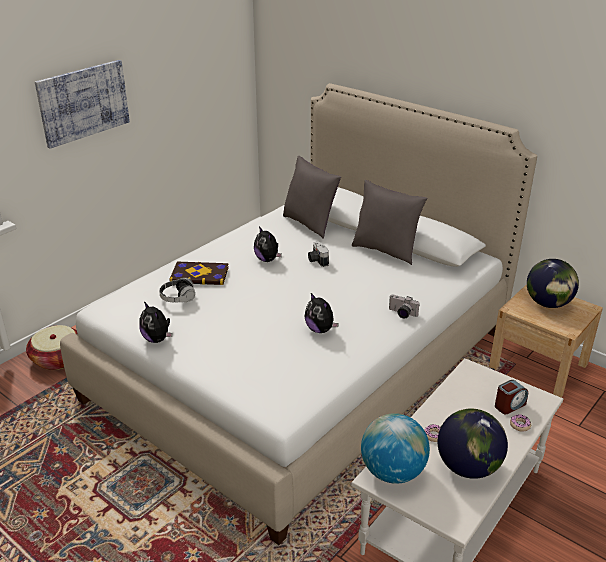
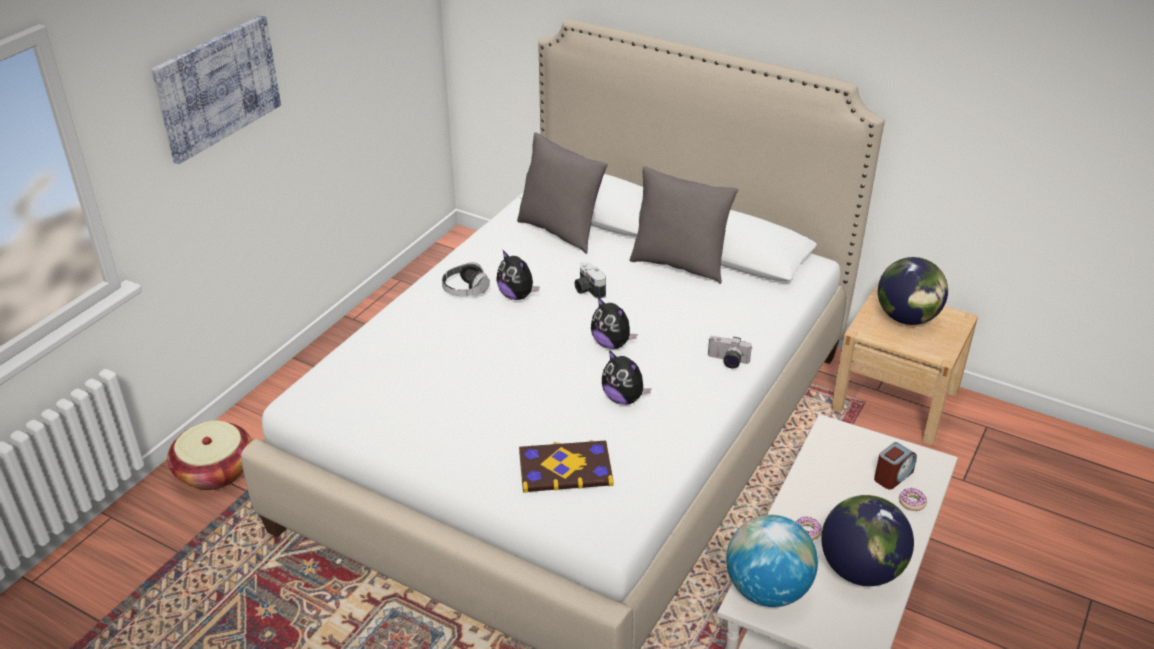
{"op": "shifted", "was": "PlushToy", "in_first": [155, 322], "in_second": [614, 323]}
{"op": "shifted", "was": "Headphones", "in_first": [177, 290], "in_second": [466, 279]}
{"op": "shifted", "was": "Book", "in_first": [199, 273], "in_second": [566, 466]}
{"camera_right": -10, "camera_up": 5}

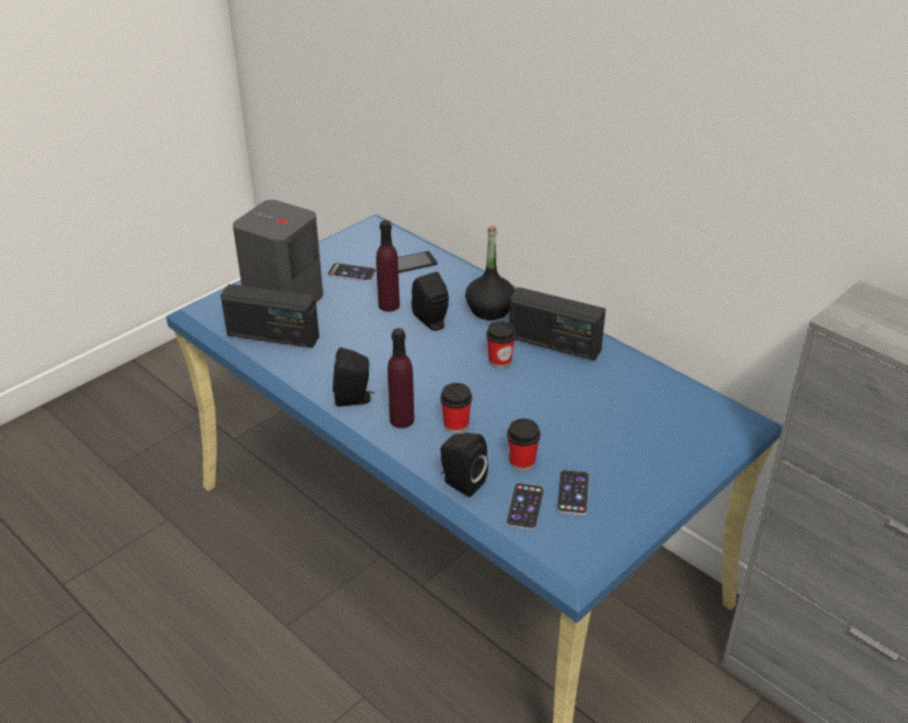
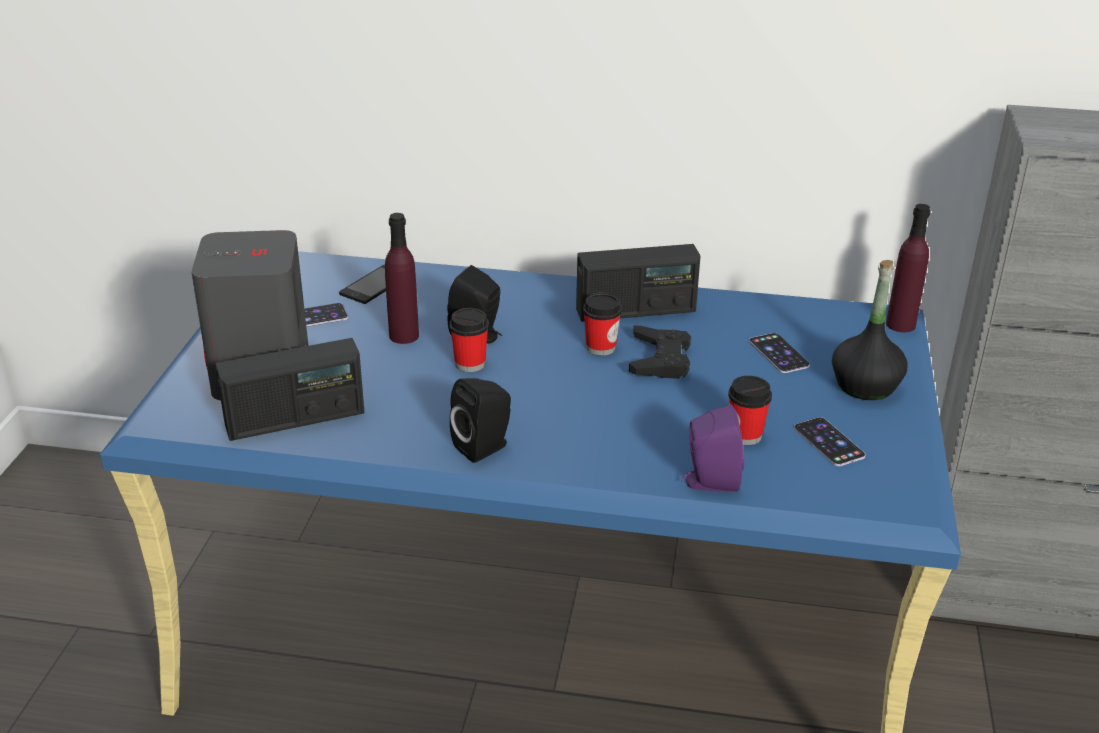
{"op": "shifted", "was": "PurpleBottle", "in_first": [401, 378], "in_second": [908, 268]}
{"op": "shifted", "was": "Cup", "in_first": [456, 408], "in_second": [469, 340]}
{"op": "repainted", "was": "BlackSpeaker", "now": "PurpleSpeaker", "in_first": [464, 465], "in_second": [712, 448]}
{"op": "shifted", "was": "BlackBottle", "in_first": [490, 273], "in_second": [870, 330]}
{"op": "shifted", "was": "Phone", "in_first": [525, 506], "in_second": [779, 353]}
{"op": "new", "now": "BlackGameController", "in_second": [660, 352]}
{"camera_right": -35, "camera_up": -5}

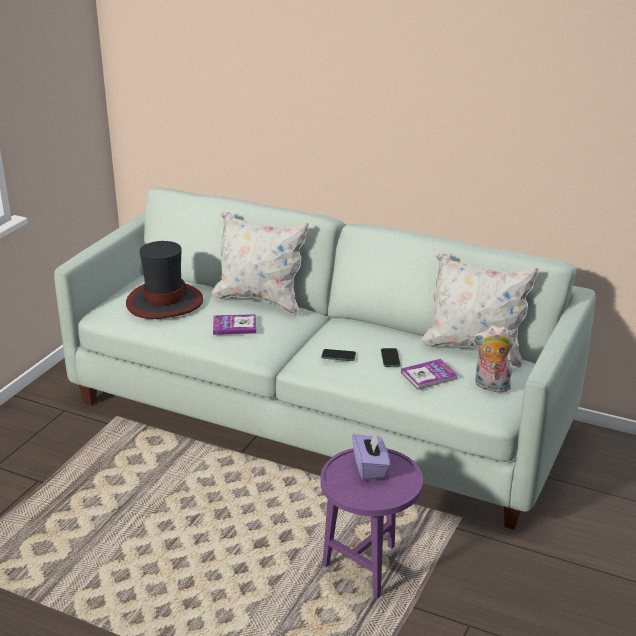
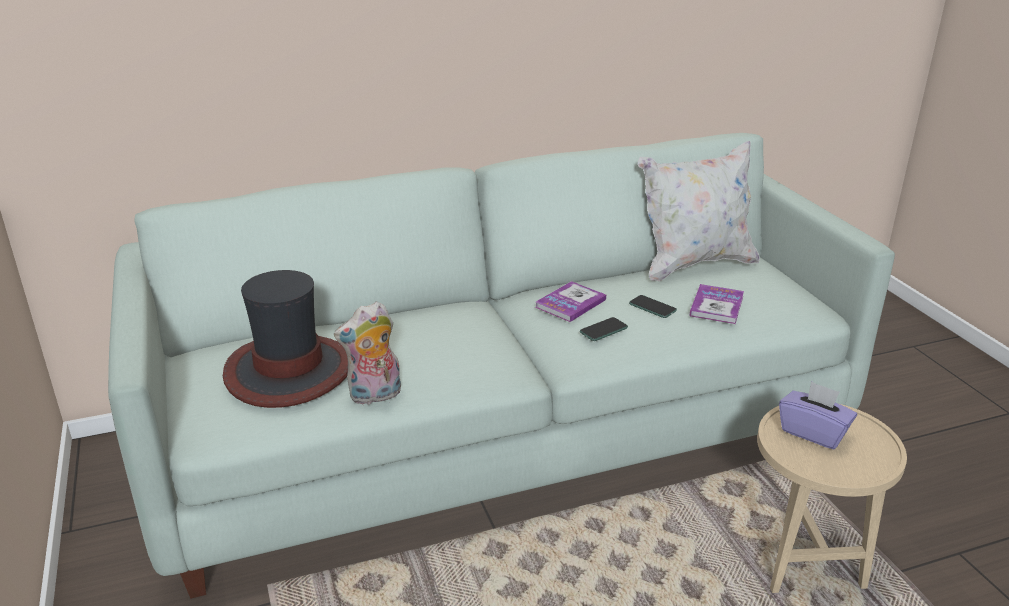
{"op": "gone", "was": "WhitePillow", "in_first": [260, 262]}
{"op": "shifted", "was": "Book", "in_first": [234, 324], "in_second": [570, 301]}
{"op": "repainted", "was": "PurpleSideTable", "now": "BeigeSideTable", "in_first": [372, 523], "in_second": [832, 498]}
{"op": "shifted", "was": "PlushToy", "in_first": [493, 358], "in_second": [367, 353]}
{"camera_right": -45, "camera_up": 0}

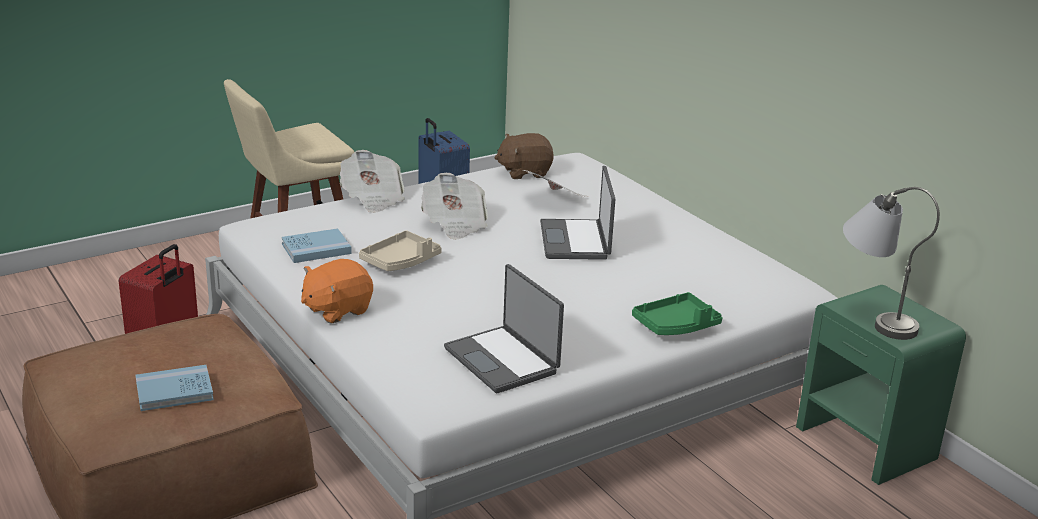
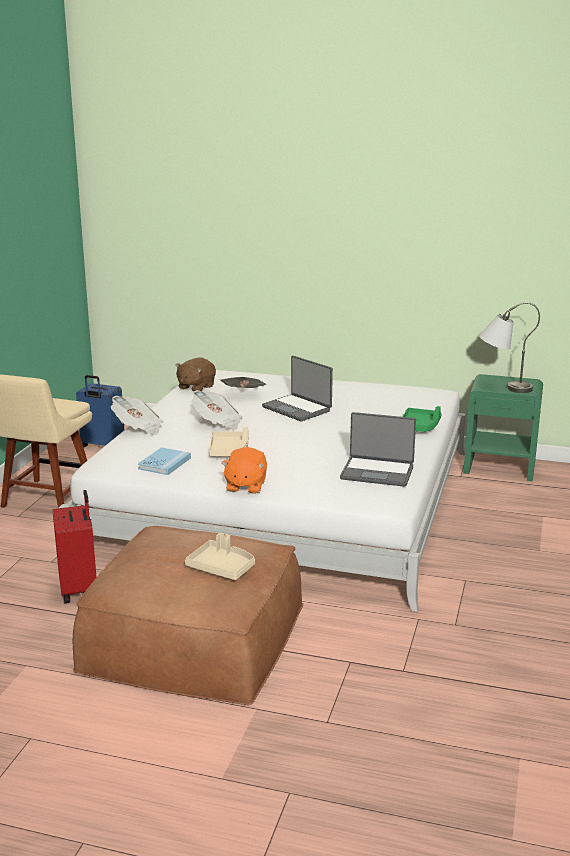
{"op": "swapped", "was": "BlueBook", "now": "BeigeTray", "in_first": [174, 388], "in_second": [220, 556]}
{"camera_right": -40, "camera_up": -5}

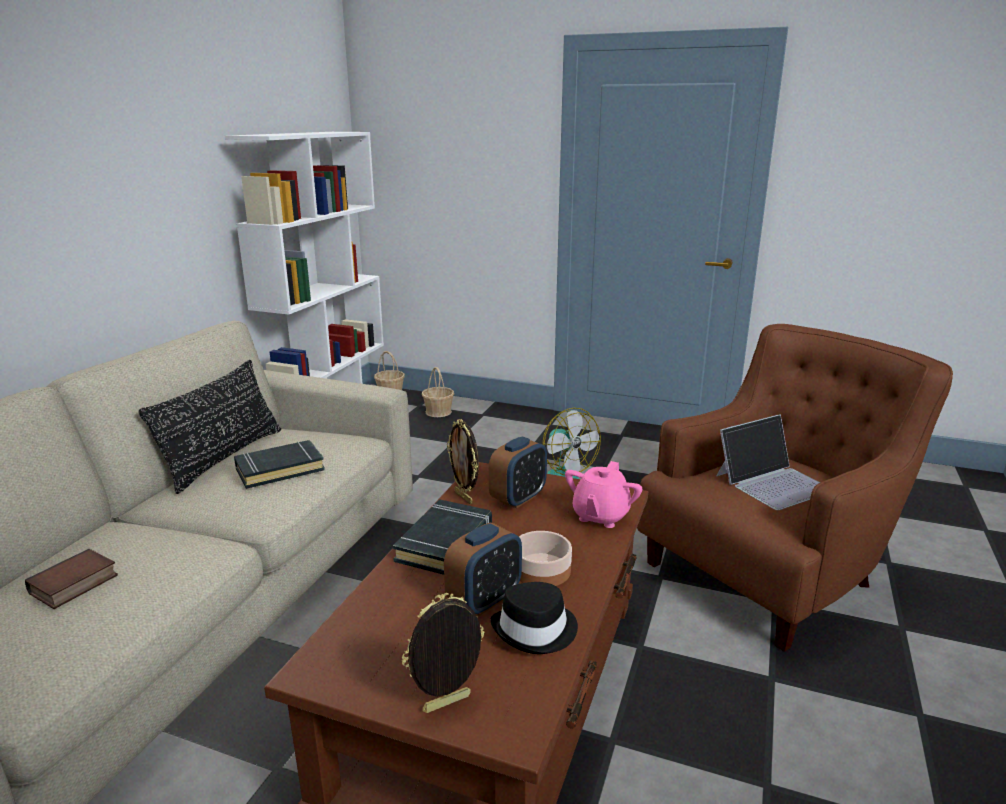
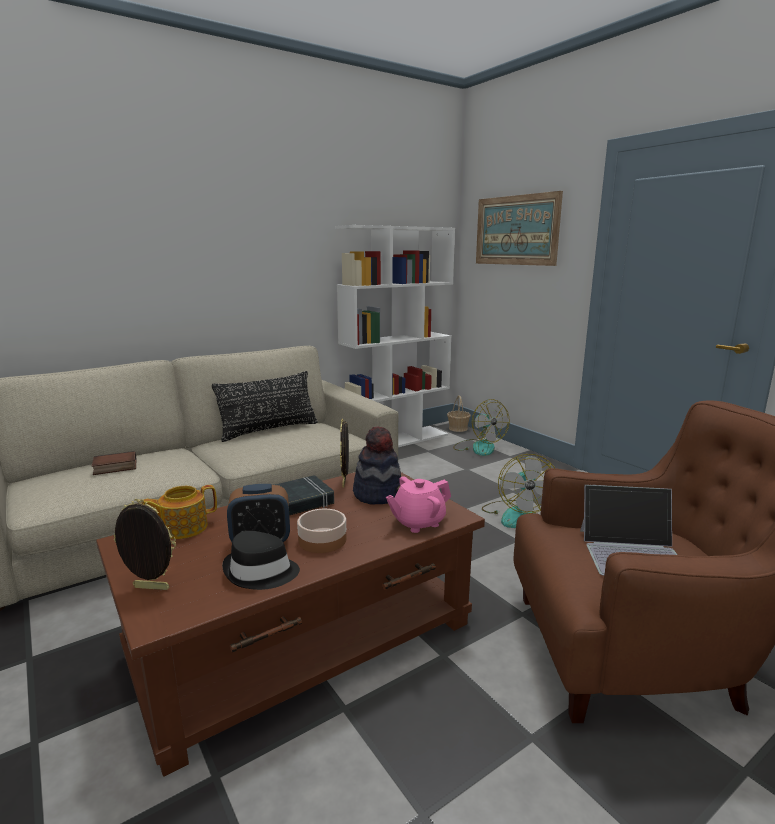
{"op": "gone", "was": "BlackBook", "in_first": [279, 464]}
{"op": "swapped", "was": "Basket", "now": "Fan", "in_first": [438, 392], "in_second": [481, 427]}
{"op": "swapped", "was": "AlarmClock", "now": "Hat", "in_first": [518, 472], "in_second": [377, 465]}
{"op": "new", "now": "Teapot", "in_second": [179, 512]}
{"op": "new", "now": "Picture", "in_second": [519, 228]}
{"camera_right": 35, "camera_up": -5}

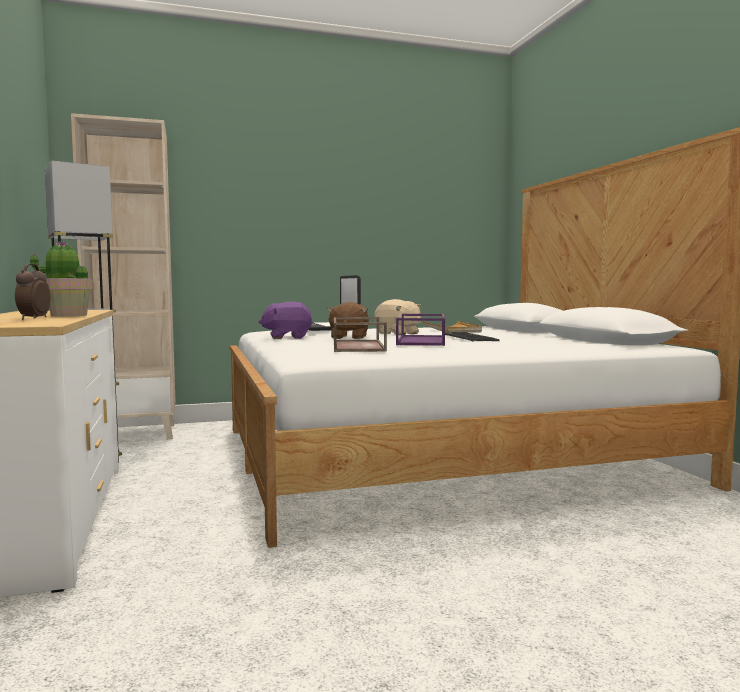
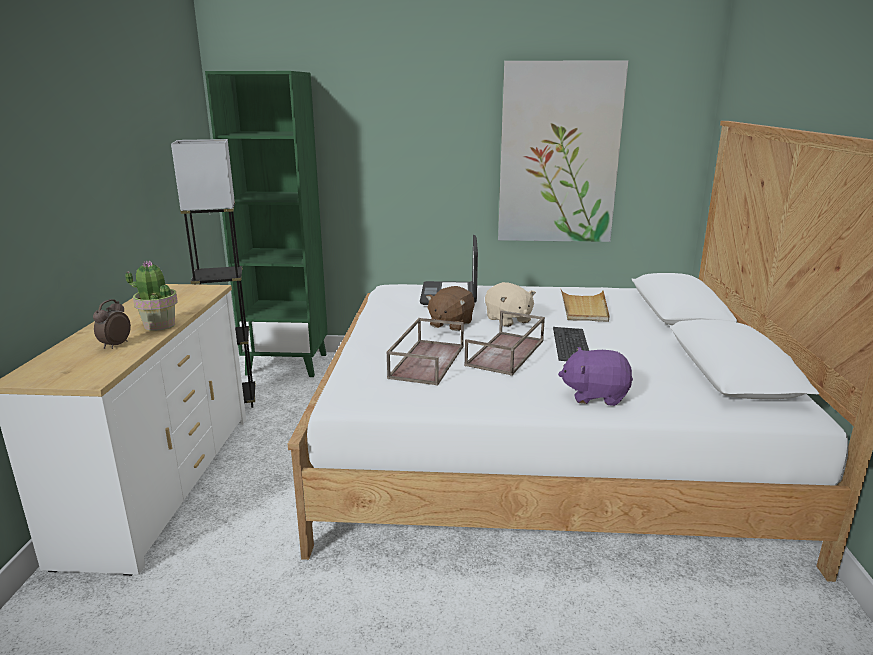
{"op": "repainted", "was": "BeigeBookcase", "now": "GreenBookcase", "in_first": [123, 276], "in_second": [266, 224]}
{"op": "shifted", "was": "PurplePlushToy", "in_first": [286, 320], "in_second": [595, 376]}
{"op": "repainted", "was": "PurpleTray", "now": "BrownTray", "in_first": [420, 330], "in_second": [504, 343]}
{"op": "new", "now": "Picture", "in_second": [563, 151]}
{"camera_right": 20, "camera_up": 15}

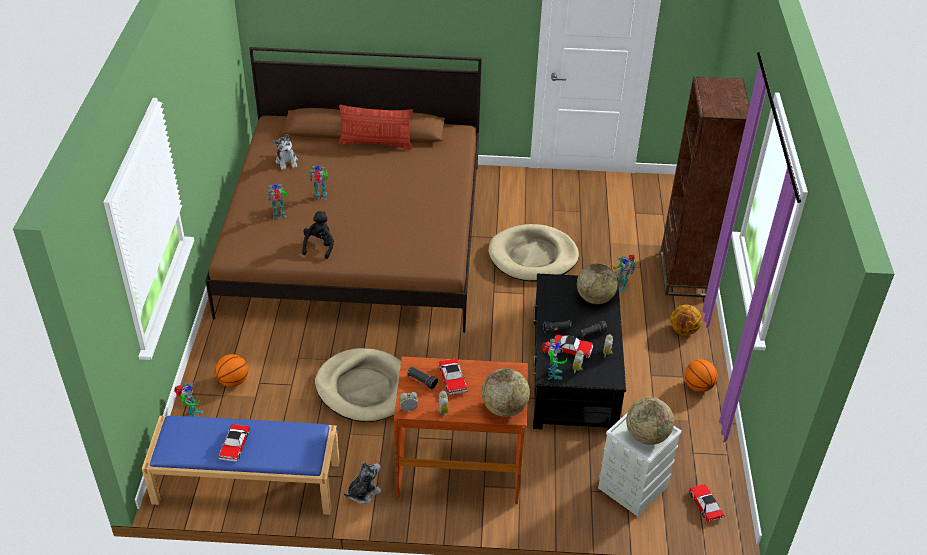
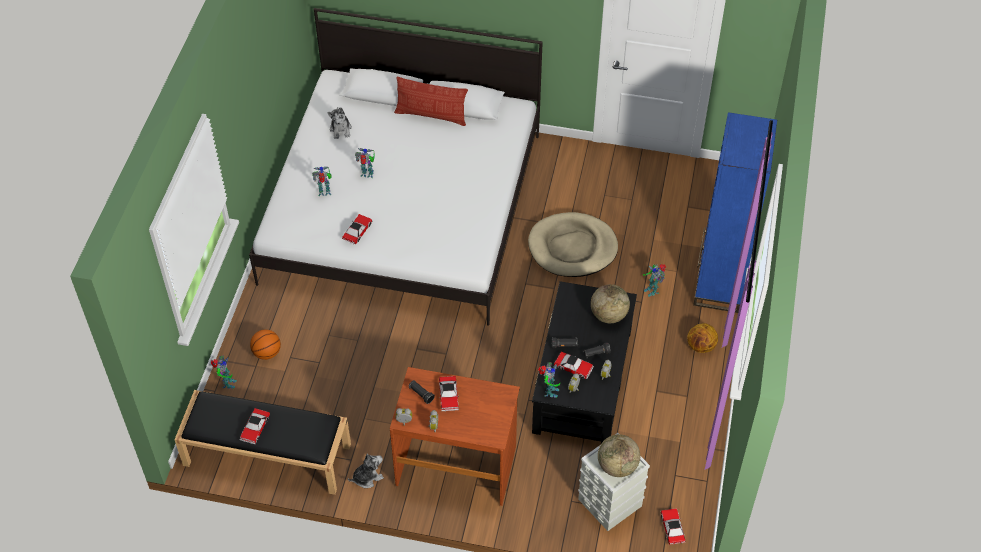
{"op": "repainted", "was": "BlueBench", "now": "BlackBench", "in_first": [241, 465], "in_second": [262, 442]}
{"op": "repainted", "was": "BrownBed", "now": "WhiteBed", "in_first": [343, 190], "in_second": [396, 167]}
{"op": "swapped", "was": "BlackPlushToy", "now": "ToyCar", "in_first": [318, 235], "in_second": [357, 229]}
{"op": "gone", "was": "BeigeDogBed", "in_first": [358, 385]}
{"op": "gone", "was": "Globe", "in_first": [506, 392]}
{"op": "repainted", "was": "BrownBookcase", "now": "BlueBookcase", "in_first": [705, 187], "in_second": [735, 212]}
{"op": "gone", "was": "Basketball", "in_first": [701, 376]}
{"camera_right": 10, "camera_up": 10}

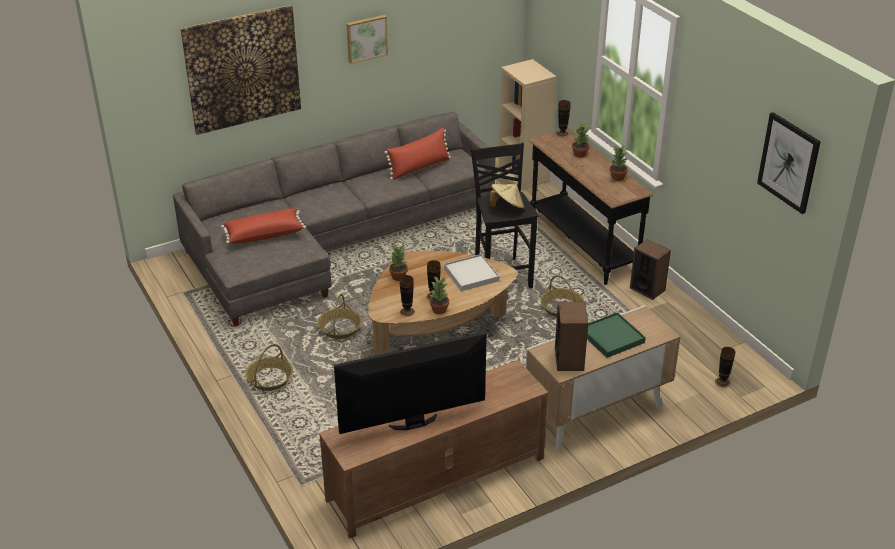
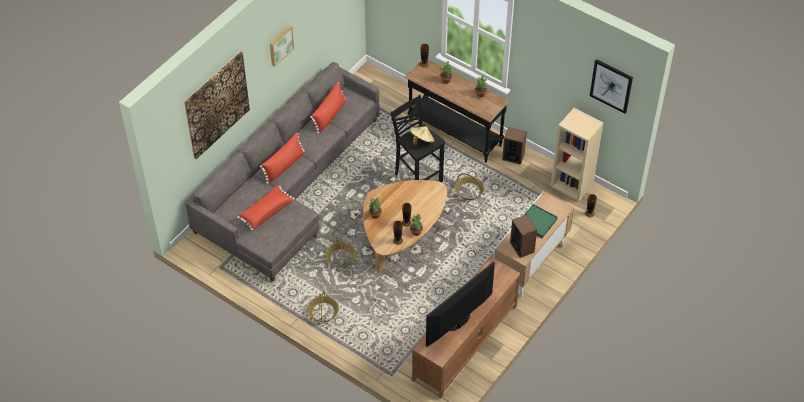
{"op": "gone", "was": "WhiteTray", "in_first": [471, 272]}
{"op": "shifted", "was": "BeigeBookcase", "in_first": [527, 124], "in_second": [577, 154]}
{"op": "new", "now": "RedPillow", "in_second": [282, 158]}
{"camera_right": -25, "camera_up": 15}

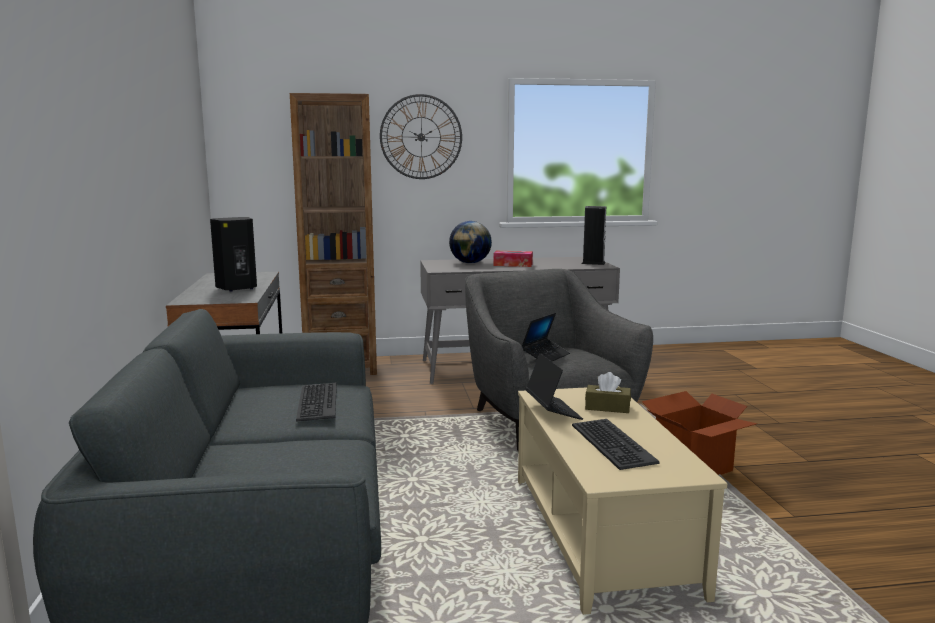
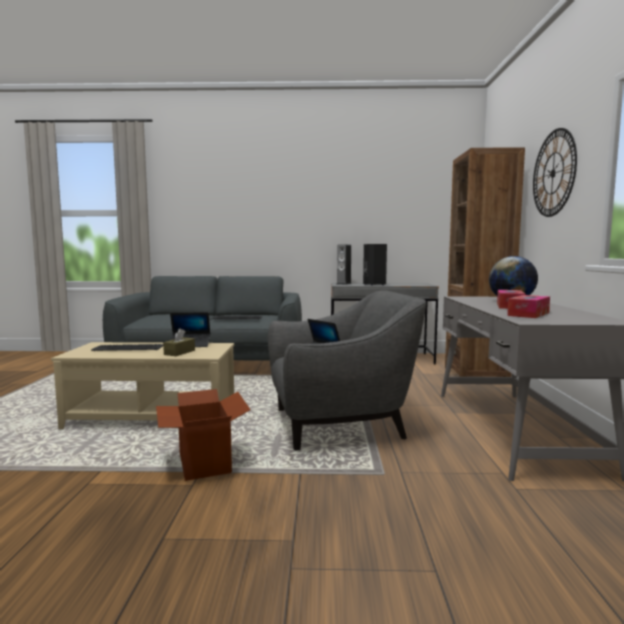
{"op": "shifted", "was": "Speaker", "in_first": [594, 235], "in_second": [344, 264]}
{"op": "new", "now": "TissueBox", "in_second": [528, 306]}
{"camera_right": 100, "camera_up": -5}

